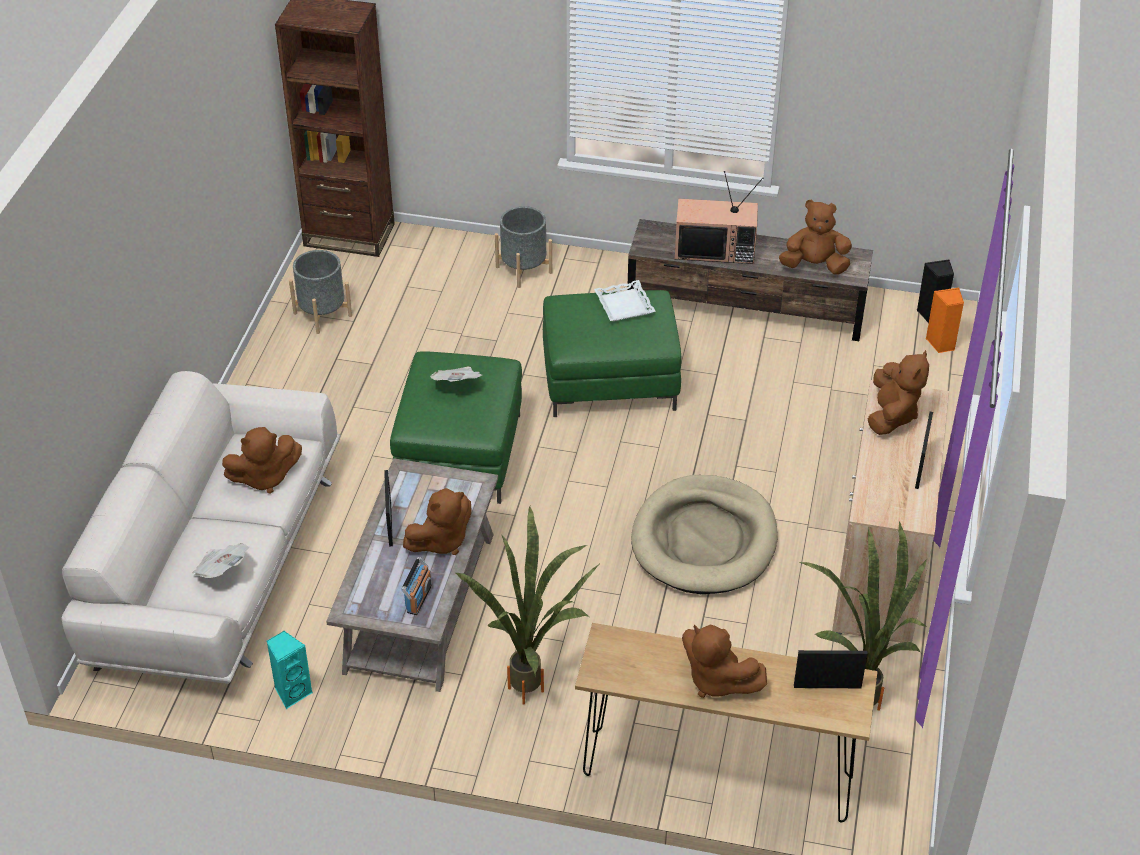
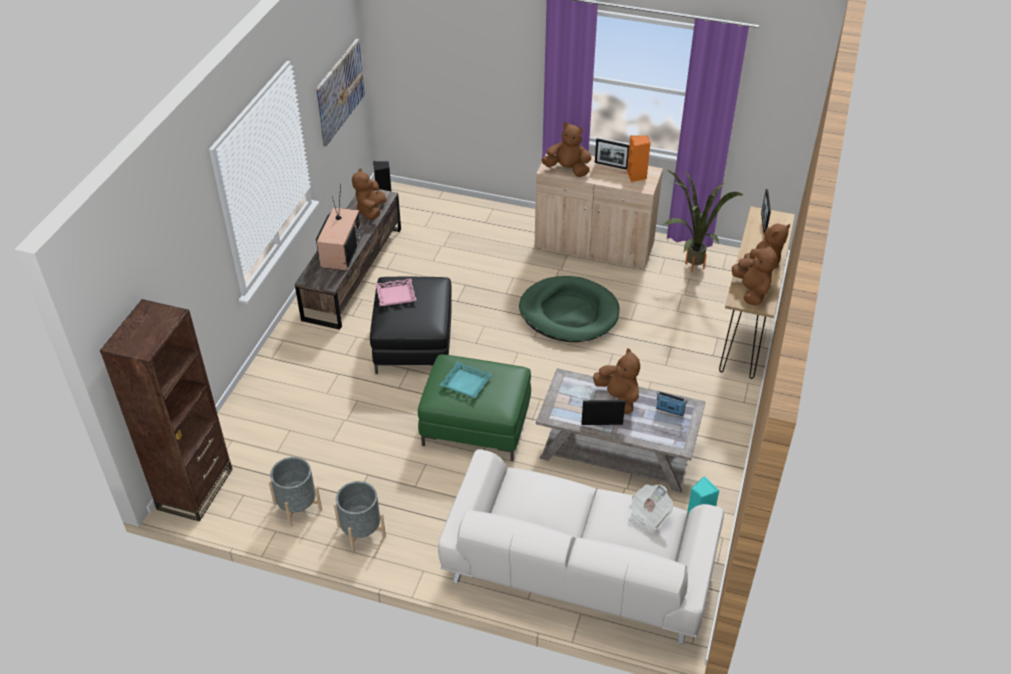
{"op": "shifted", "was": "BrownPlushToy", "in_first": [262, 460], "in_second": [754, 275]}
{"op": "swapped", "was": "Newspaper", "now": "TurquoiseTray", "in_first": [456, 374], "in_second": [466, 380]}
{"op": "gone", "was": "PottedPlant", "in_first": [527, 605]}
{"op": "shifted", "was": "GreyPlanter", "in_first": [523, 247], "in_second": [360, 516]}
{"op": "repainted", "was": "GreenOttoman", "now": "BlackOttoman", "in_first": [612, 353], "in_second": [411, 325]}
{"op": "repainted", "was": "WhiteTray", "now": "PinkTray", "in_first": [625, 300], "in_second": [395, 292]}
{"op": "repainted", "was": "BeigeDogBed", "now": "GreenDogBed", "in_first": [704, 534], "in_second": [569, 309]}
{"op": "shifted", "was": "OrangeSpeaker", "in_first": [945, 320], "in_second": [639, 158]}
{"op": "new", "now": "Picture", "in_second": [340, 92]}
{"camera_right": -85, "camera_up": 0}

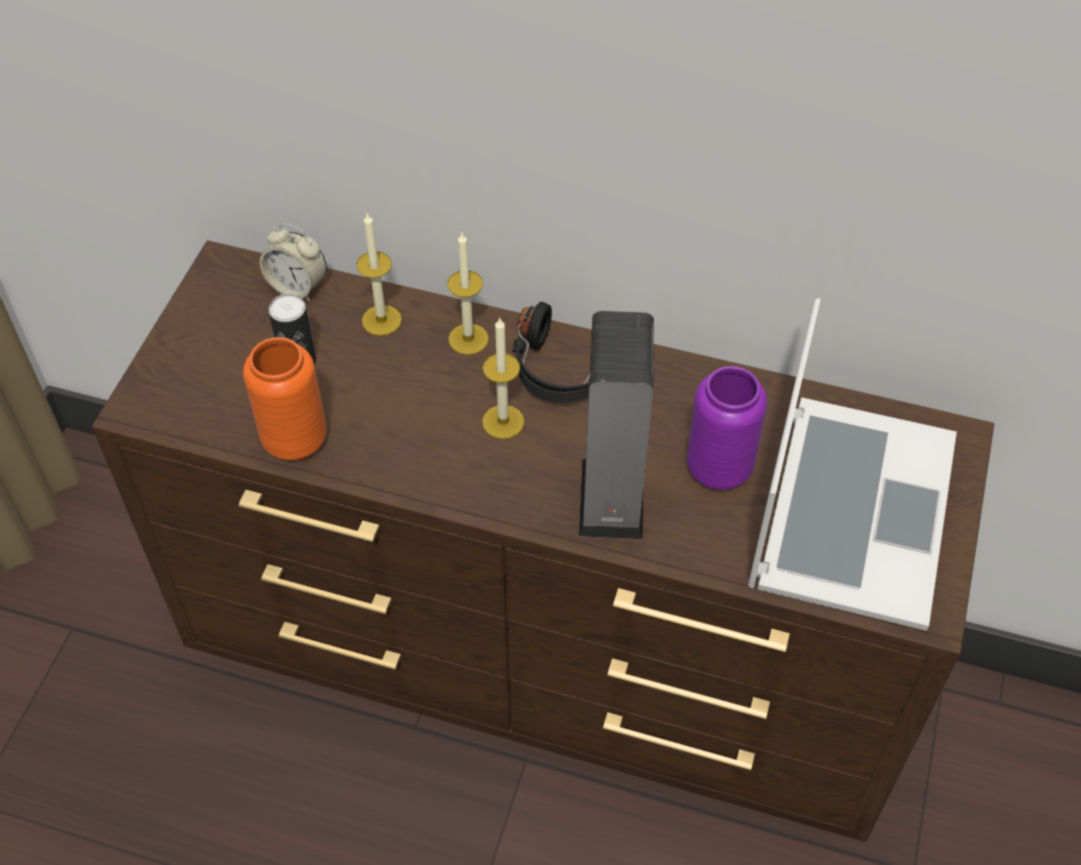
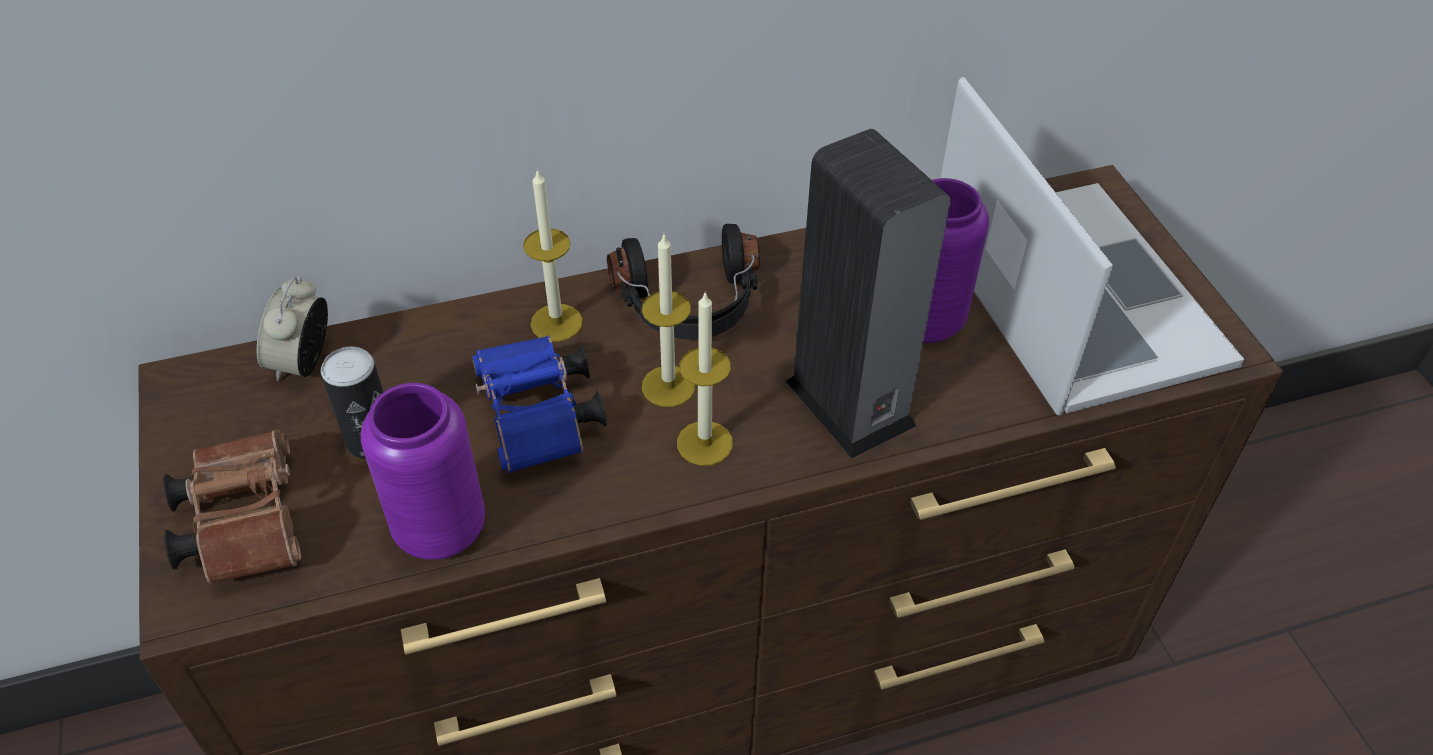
{"op": "repainted", "was": "OrangeVase", "now": "PurpleVase", "in_first": [285, 399], "in_second": [423, 471]}
{"op": "rotated", "was": "AlarmClock", "in_first": [293, 262], "in_second": [292, 328], "clockwise": 105}
{"op": "shifted", "was": "Candle", "in_first": [379, 274], "in_second": [705, 378]}
{"op": "new", "now": "BrownBinoculars", "in_second": [232, 507]}
{"op": "new", "now": "BlueBinoculars", "in_second": [539, 404]}
{"camera_right": -35, "camera_up": -5}

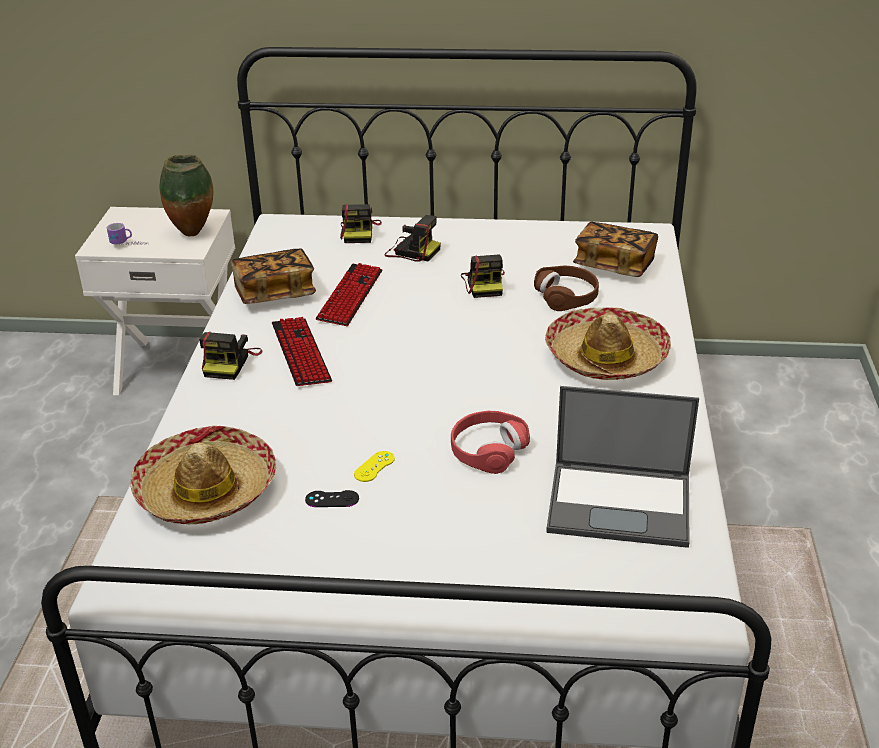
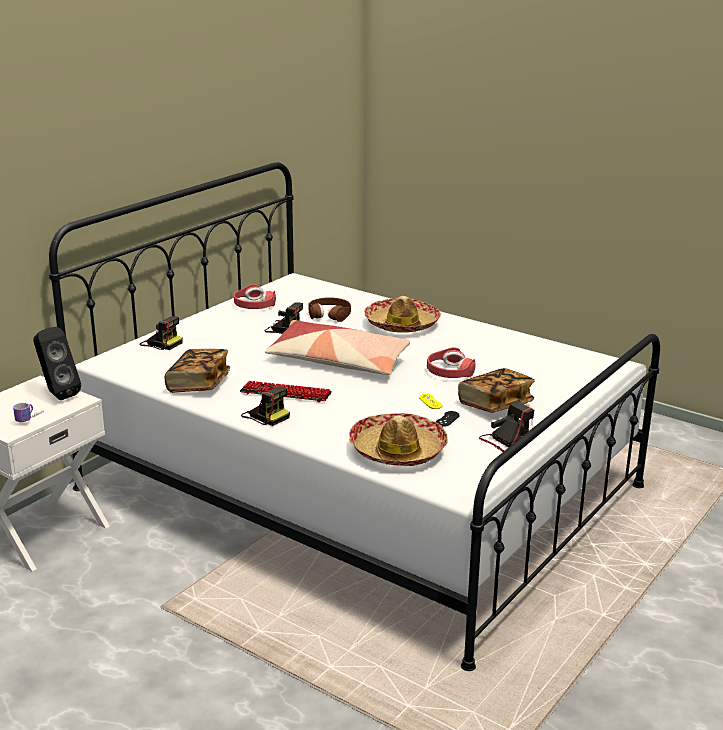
{"op": "swapped", "was": "Vase", "now": "BlackSpeaker", "in_first": [186, 195], "in_second": [57, 363]}
{"op": "gone", "was": "Keyboard", "in_first": [349, 294]}
{"op": "shifted", "was": "PhotoCamera", "in_first": [413, 238], "in_second": [506, 426]}
{"op": "gone", "was": "Laptop", "in_first": [622, 467]}
{"op": "shifted", "was": "Book", "in_first": [615, 249], "in_second": [496, 390]}
{"op": "new", "now": "RedHeadphones", "in_second": [255, 296]}
{"op": "new", "now": "Pillow", "in_second": [337, 347]}
{"camera_right": -60, "camera_up": -10}

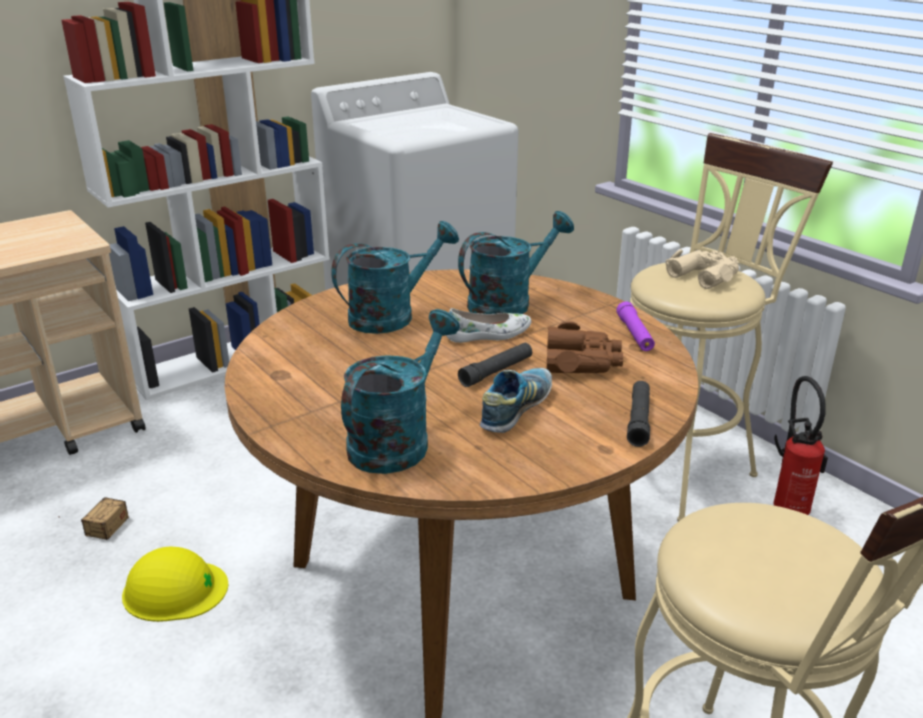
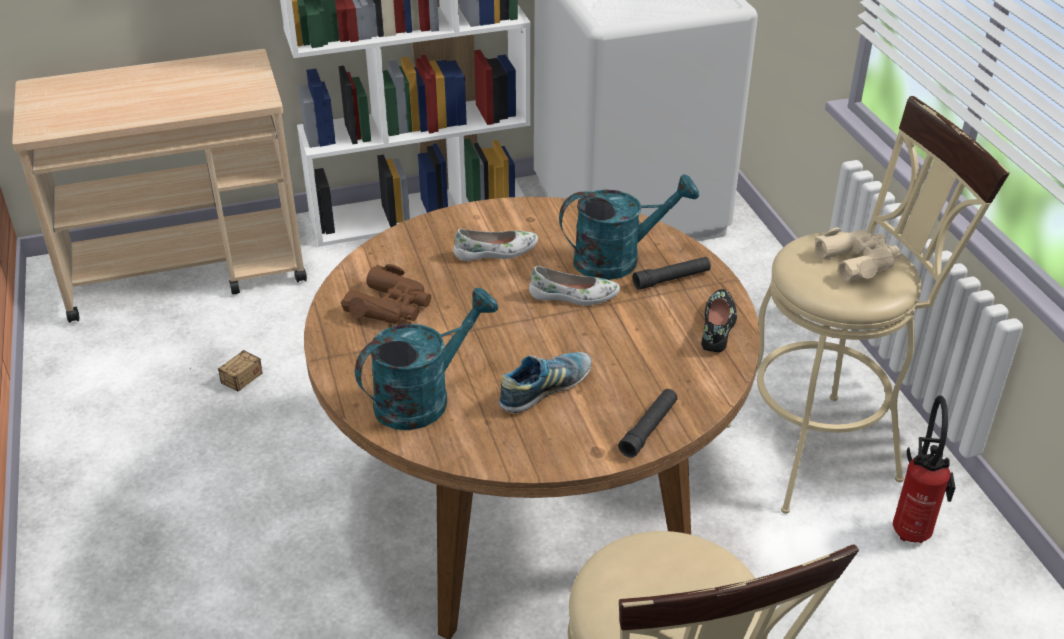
{"op": "gone", "was": "YellowHardHat", "in_first": [175, 584]}
{"op": "swapped", "was": "TurquoiseWateringCan", "now": "WhiteShoe", "in_first": [395, 277], "in_second": [495, 245]}
{"op": "shifted", "was": "BlackFlashlight", "in_first": [495, 365], "in_second": [672, 273]}
{"op": "shifted", "was": "BrownBinoculars", "in_first": [584, 347], "in_second": [386, 294]}
{"op": "swapped", "was": "PurpleFlashlight", "now": "BlackShoe", "in_first": [635, 326], "in_second": [719, 320]}
{"camera_right": 20, "camera_up": 10}

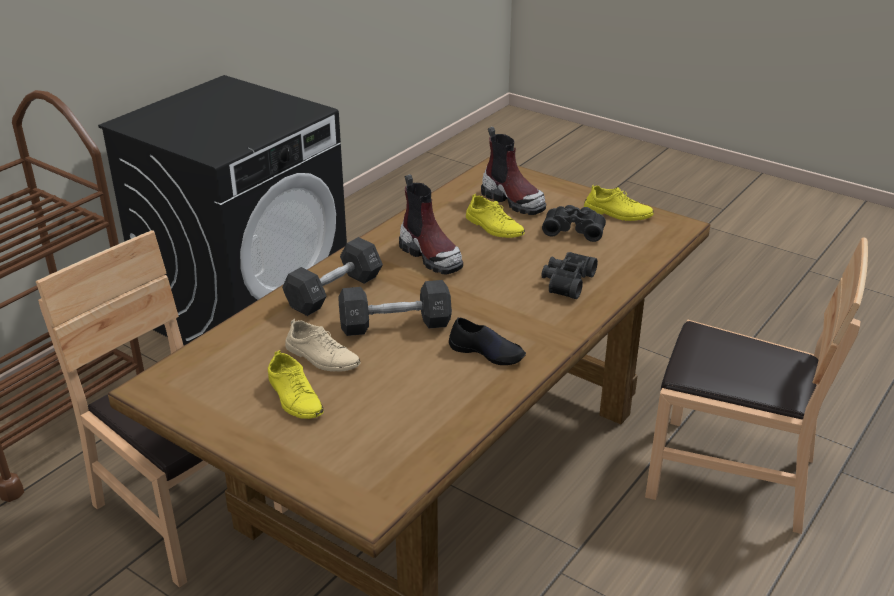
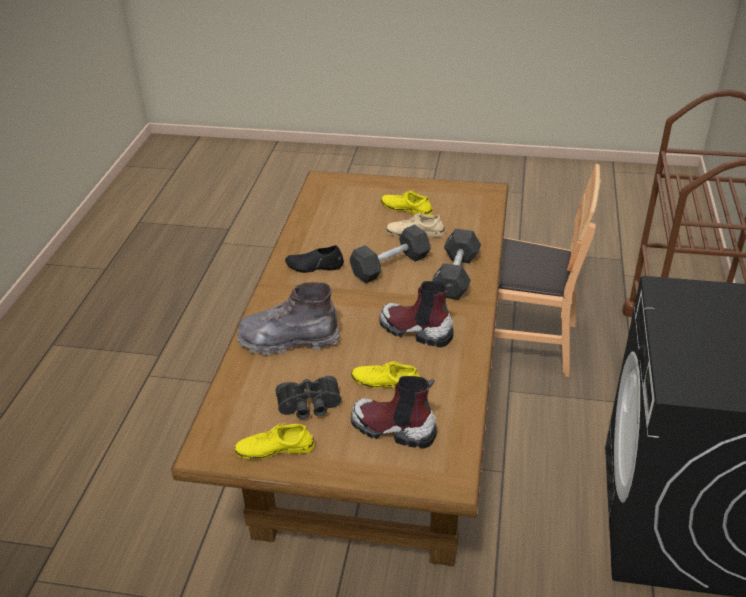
{"op": "swapped", "was": "BlackBinoculars", "now": "GreyBoot", "in_first": [570, 275], "in_second": [288, 319]}
{"op": "gone", "was": "BrownChair", "in_first": [756, 385]}
{"camera_right": 155, "camera_up": 5}

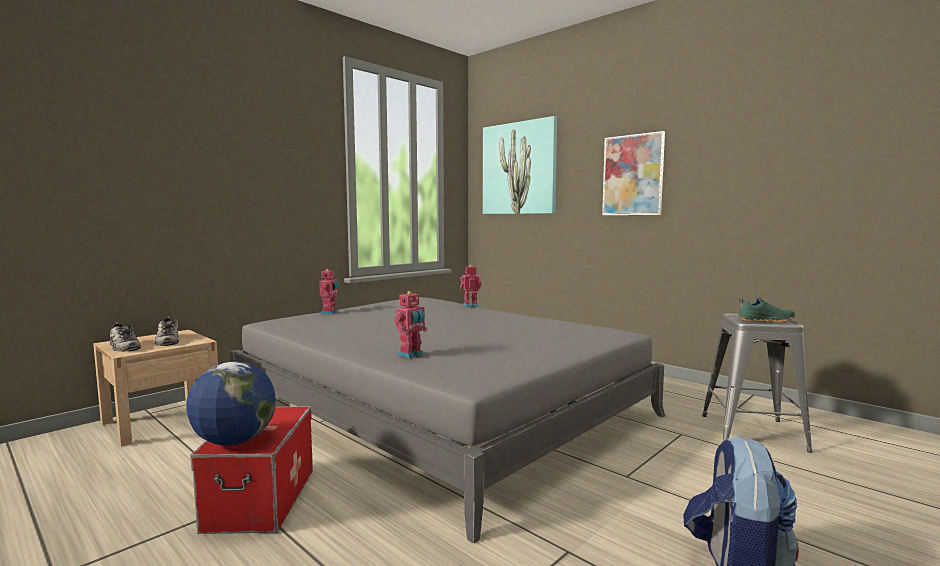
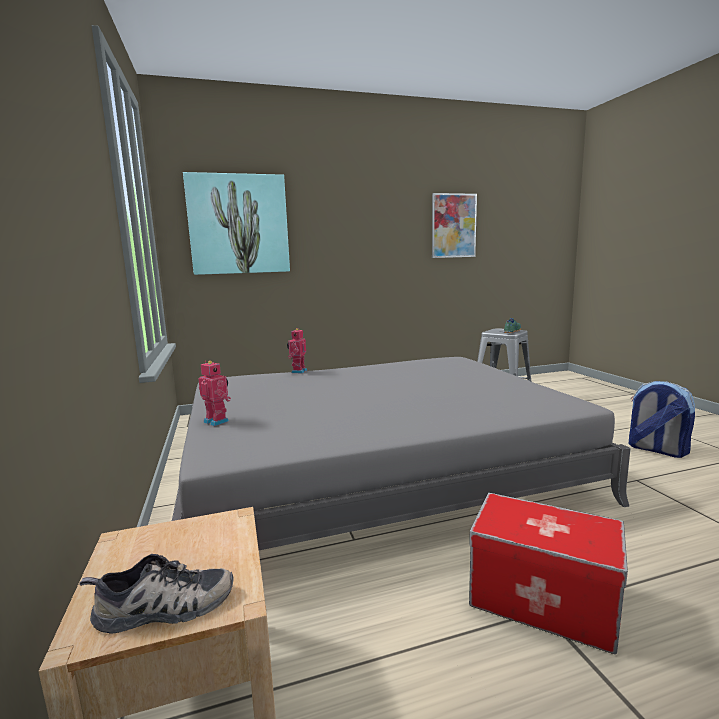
{"op": "gone", "was": "Shoe", "in_first": [167, 331]}
{"op": "gone", "was": "Globe", "in_first": [231, 403]}
{"op": "gone", "was": "ToyRobot", "in_first": [411, 324]}
{"op": "shifted", "was": "Picture", "in_first": [633, 173], "in_second": [454, 225]}
{"camera_right": -60, "camera_up": 5}

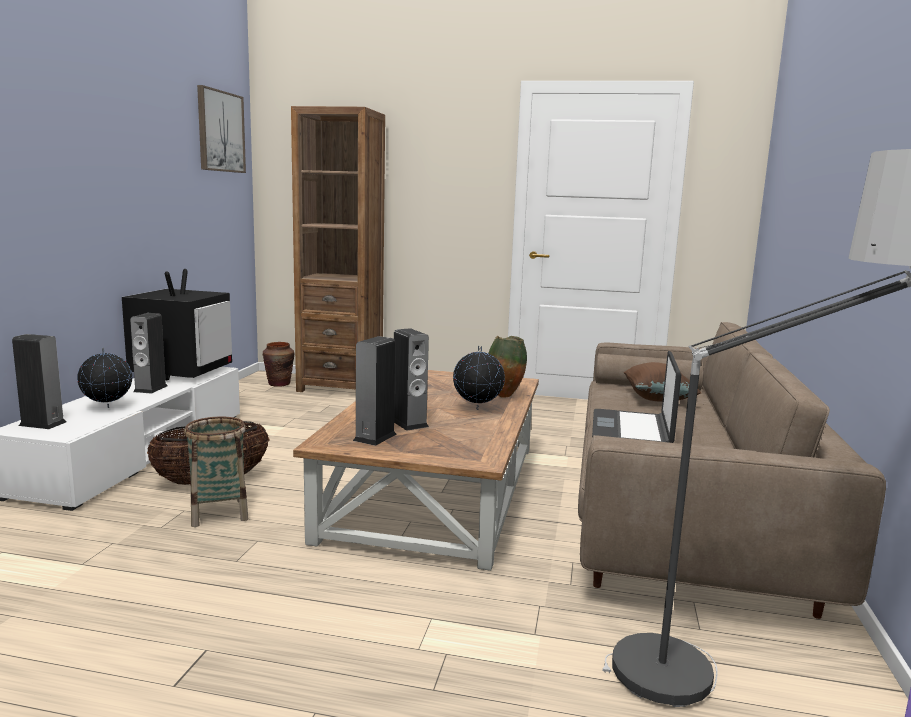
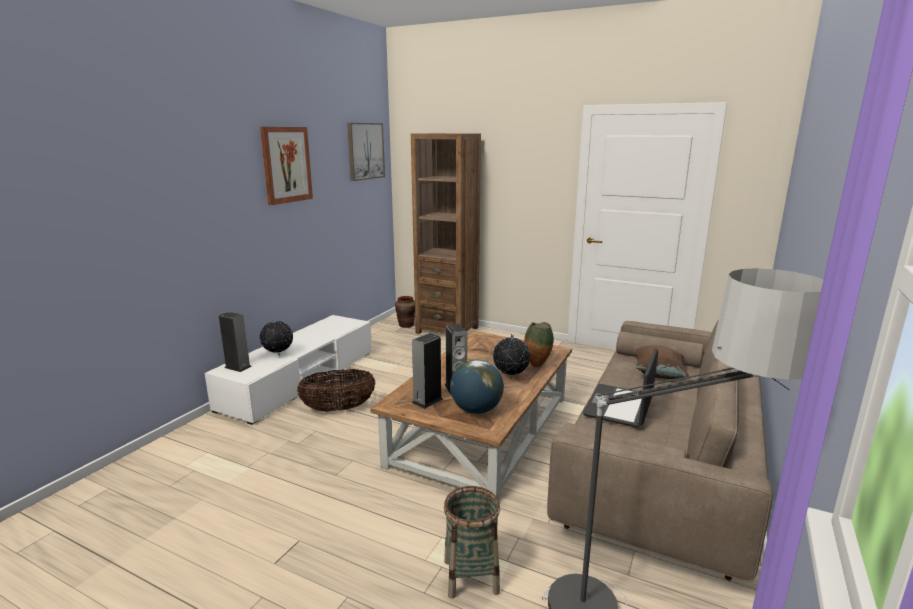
{"op": "gone", "was": "Television", "in_first": [177, 324]}
{"op": "gone", "was": "Speaker", "in_first": [149, 353]}
{"op": "shifted", "was": "Basket", "in_first": [216, 471], "in_second": [472, 542]}
{"op": "new", "now": "Picture", "in_second": [286, 166]}
{"op": "new", "now": "Globe", "in_second": [477, 387]}
{"camera_right": 15, "camera_up": 5}

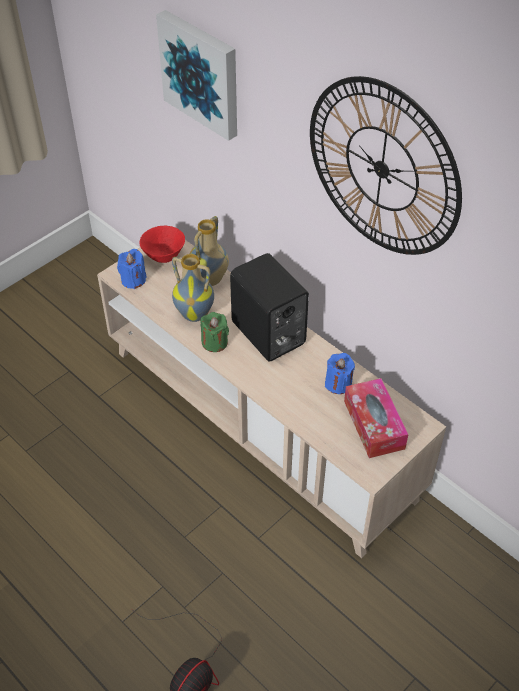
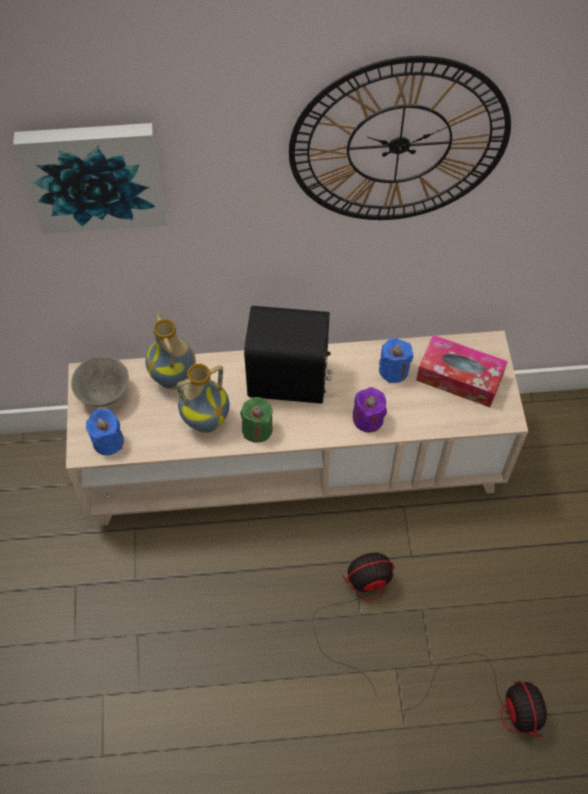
{"op": "repainted", "was": "RedBowl", "now": "GreyBowl", "in_first": [162, 244], "in_second": [100, 381]}
{"op": "new", "now": "Fan", "in_second": [353, 625]}
{"op": "new", "now": "PurpleCandle", "in_second": [370, 409]}
{"camera_right": -50, "camera_up": 10}

